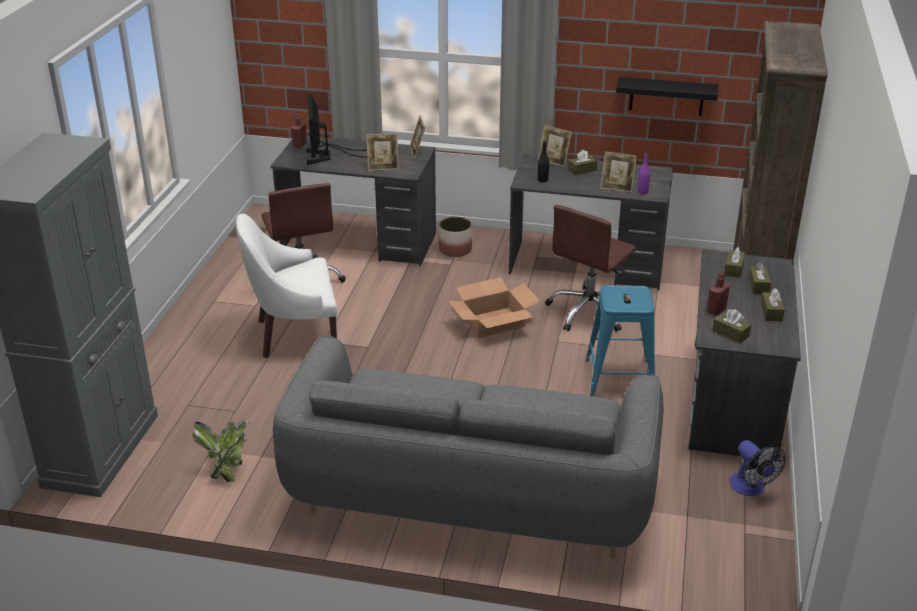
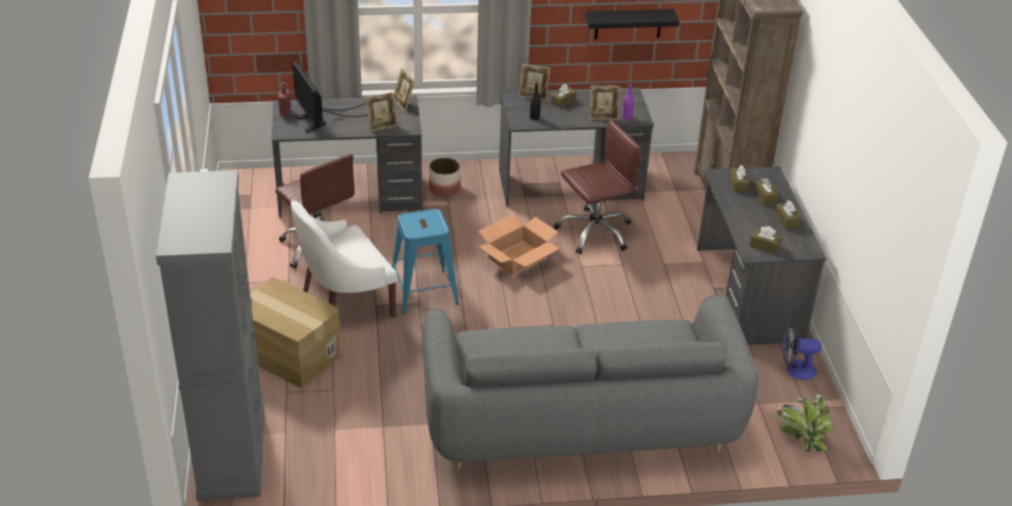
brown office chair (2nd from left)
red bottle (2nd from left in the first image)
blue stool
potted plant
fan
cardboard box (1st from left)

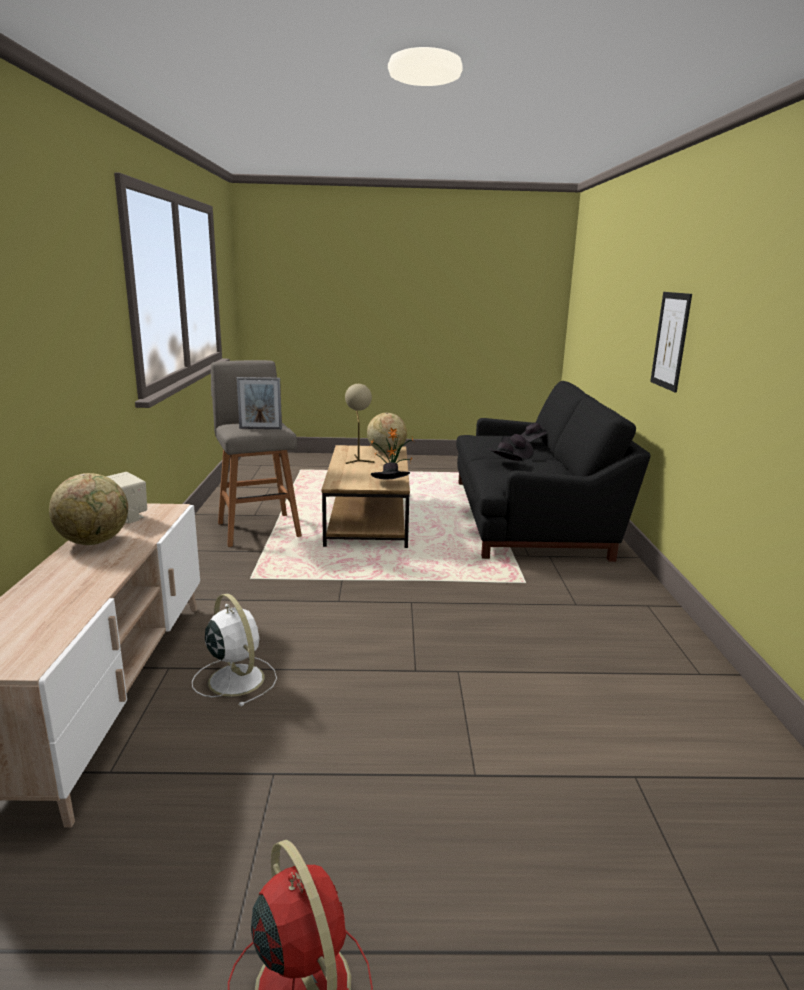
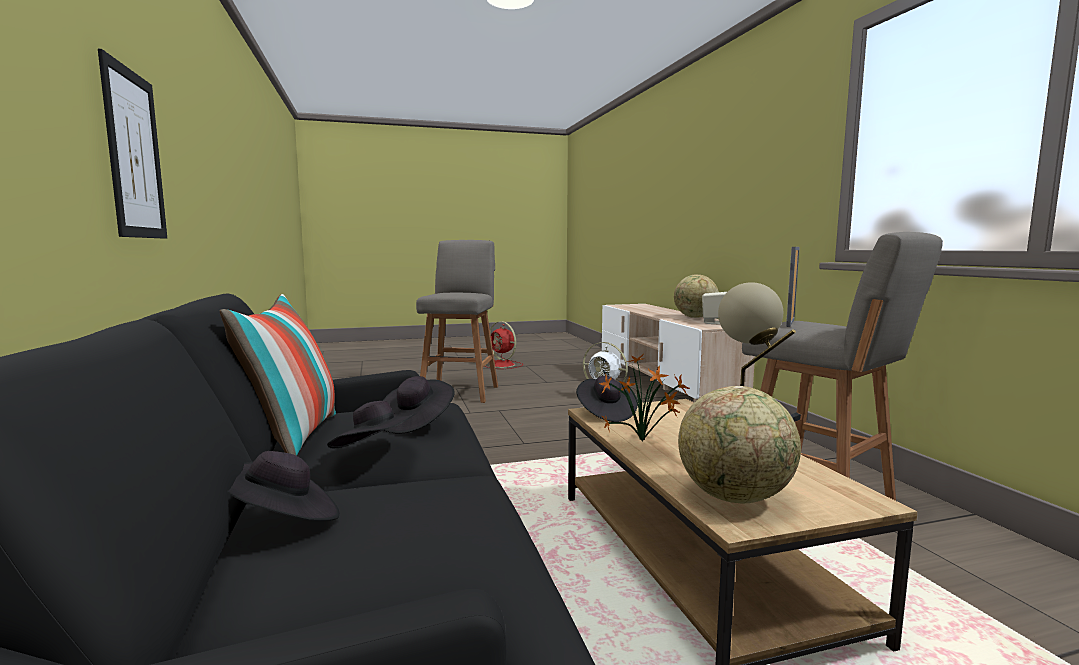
picture frame
grey stool (1st from left)
pillow

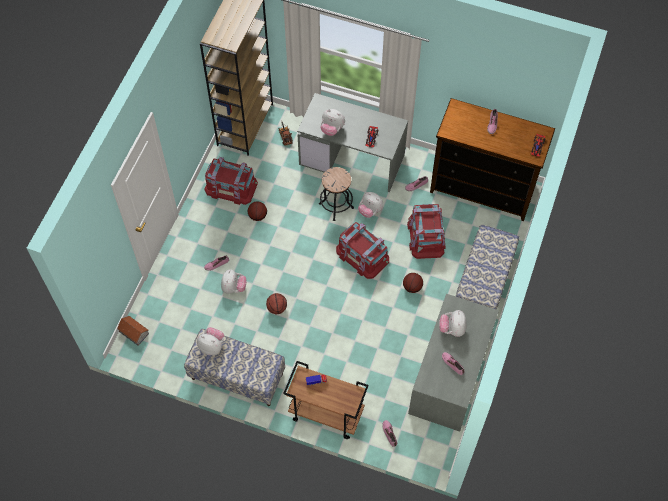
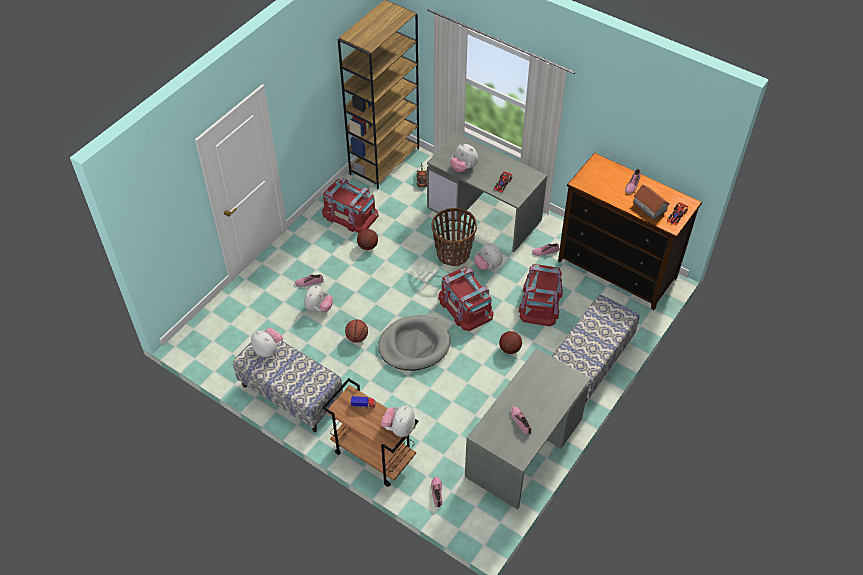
basket
plush toy (3rd from left)
toy house
grey dog bed

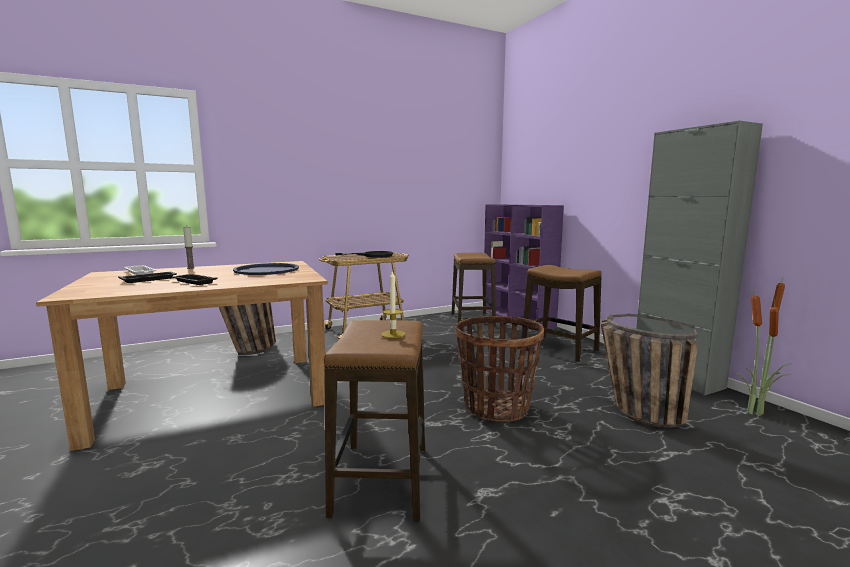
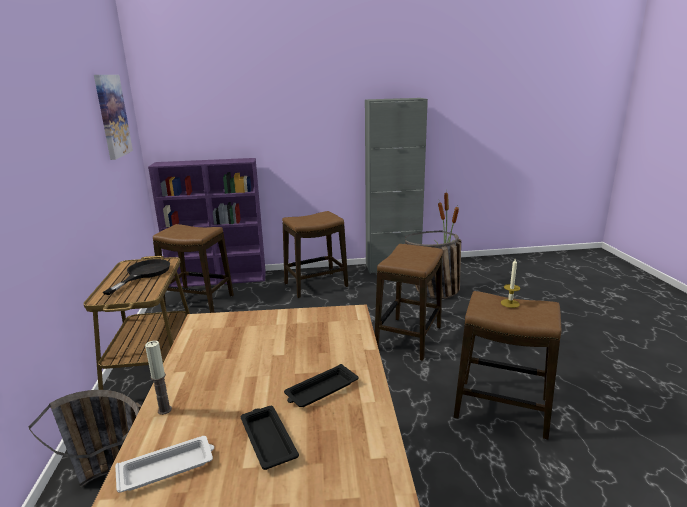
blue tray
stool (3rd from left)
picture

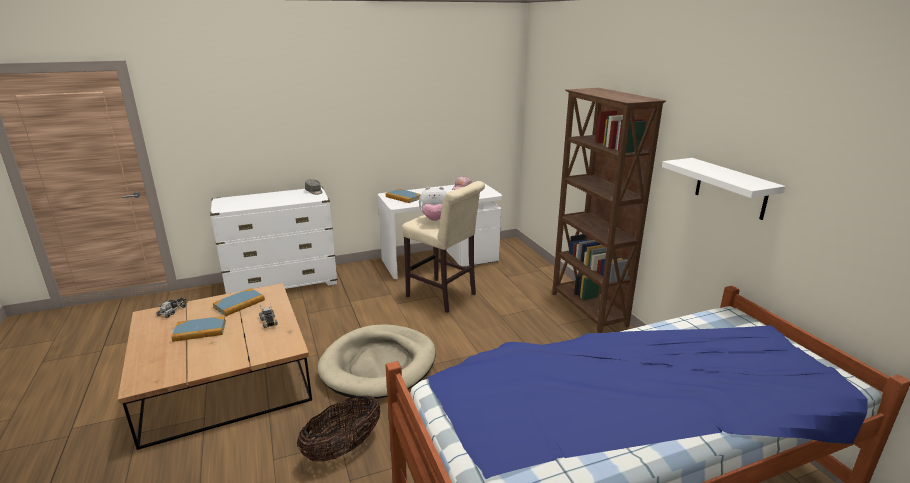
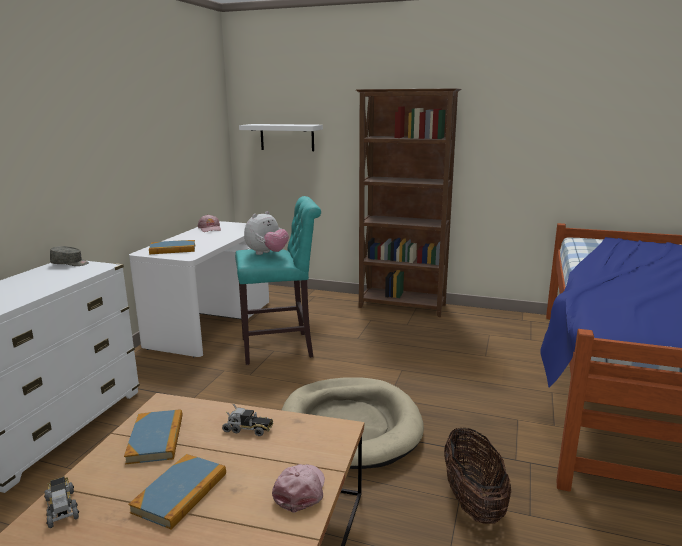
white shelf
turquoise stool
pink cap (2nd from left)

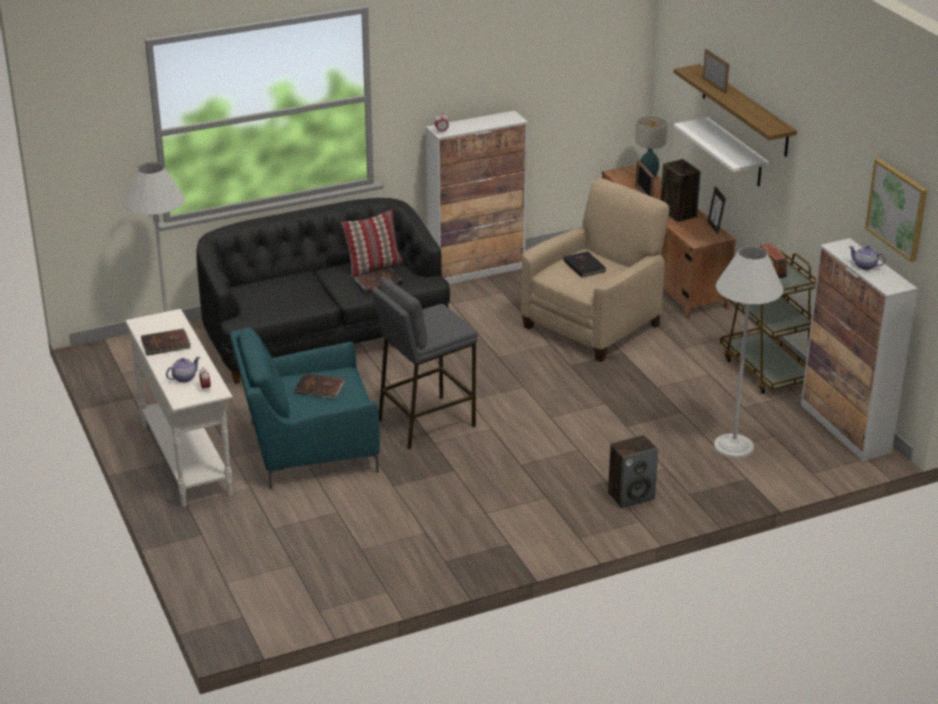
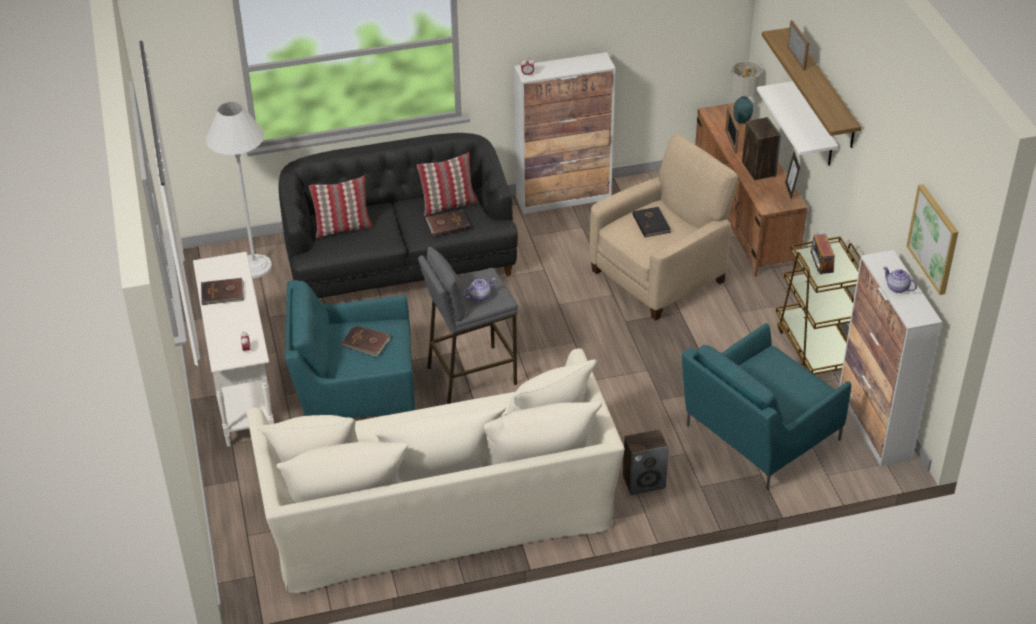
turquoise armchair (2nd from left)
teapot (1st from left)
pillow (1st from left)
beige sofa

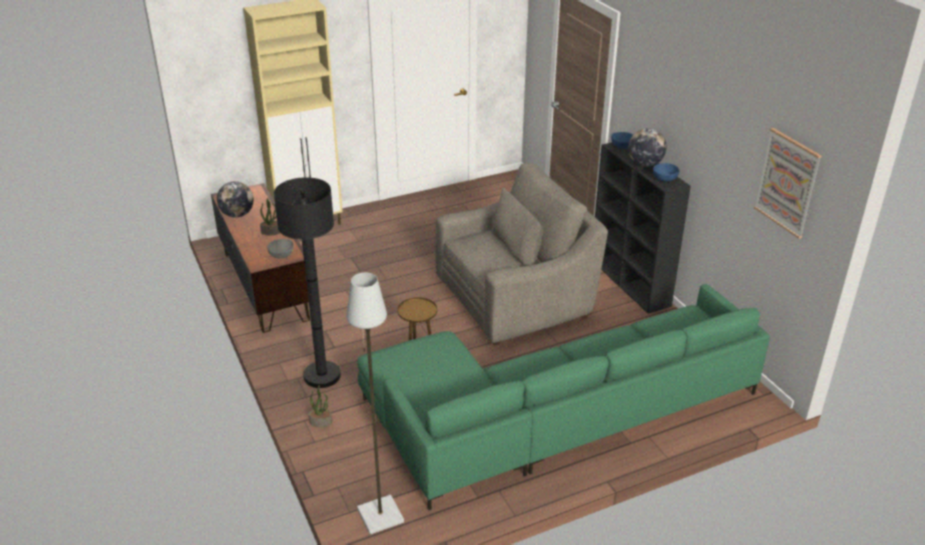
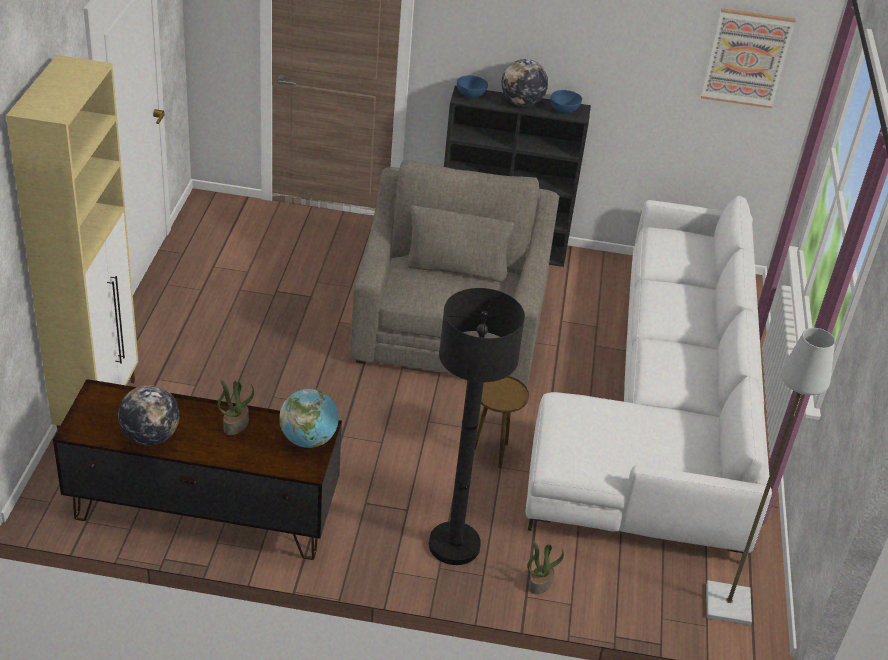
globe (2nd from left)
white sofa

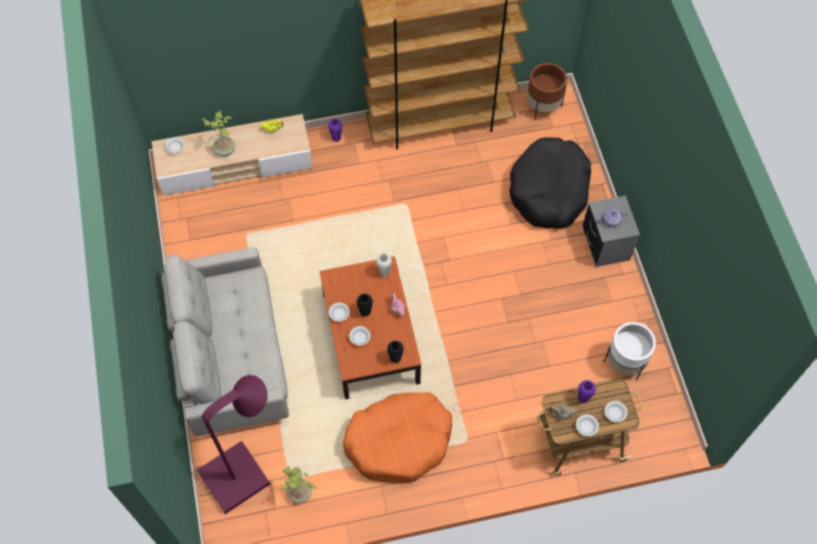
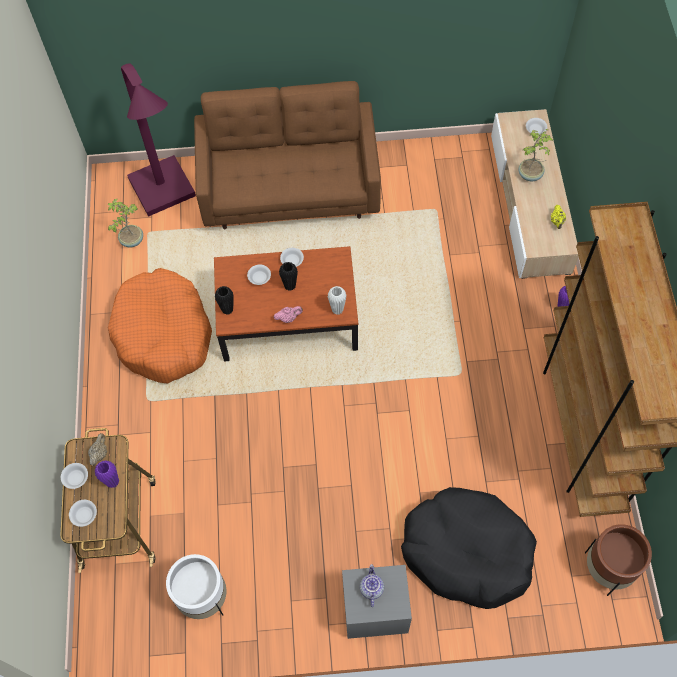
brown sofa

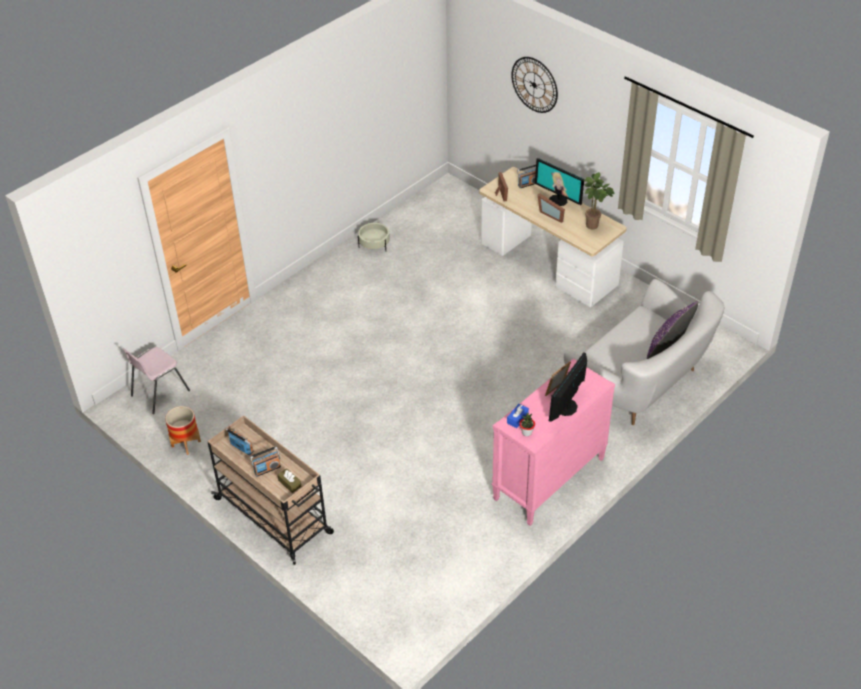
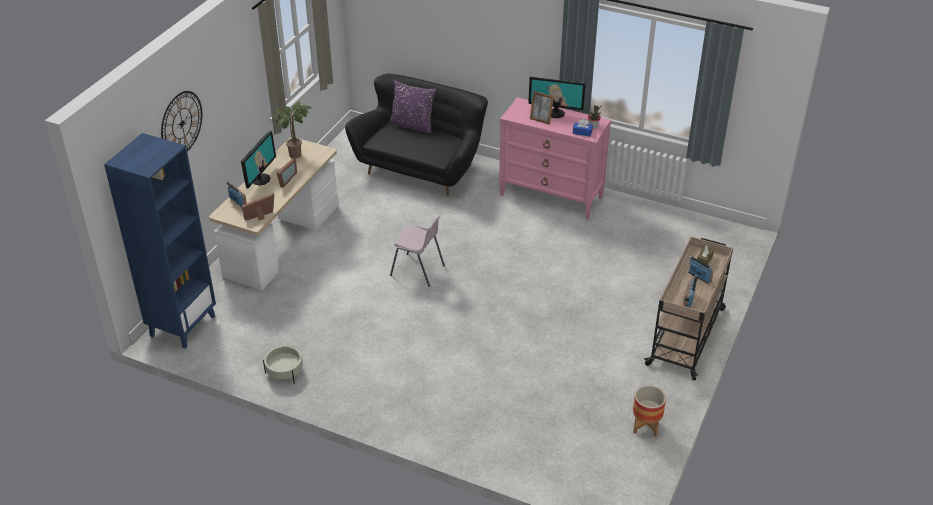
black sofa
pink chair
blue bookcase

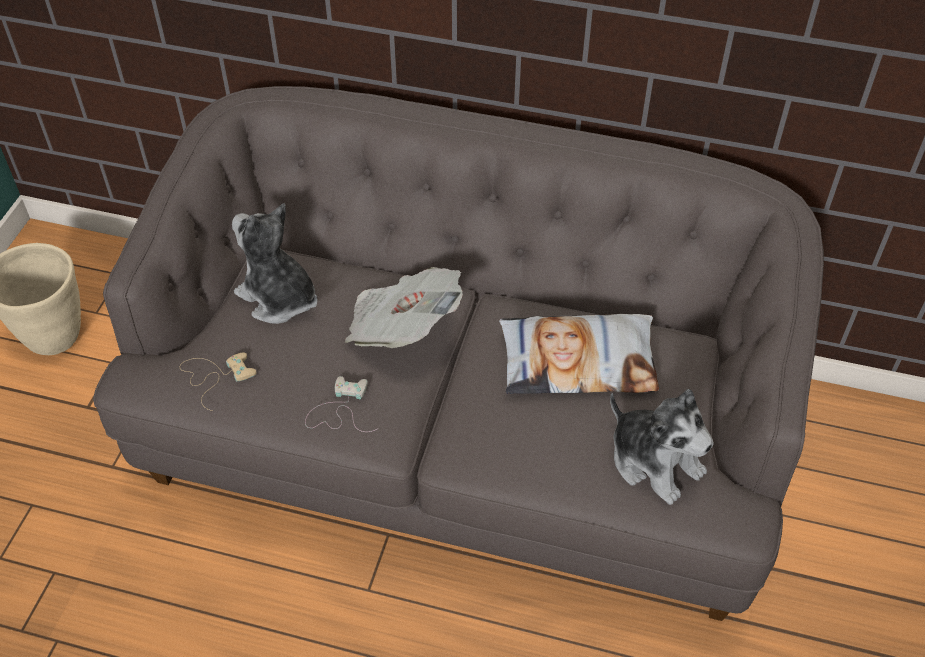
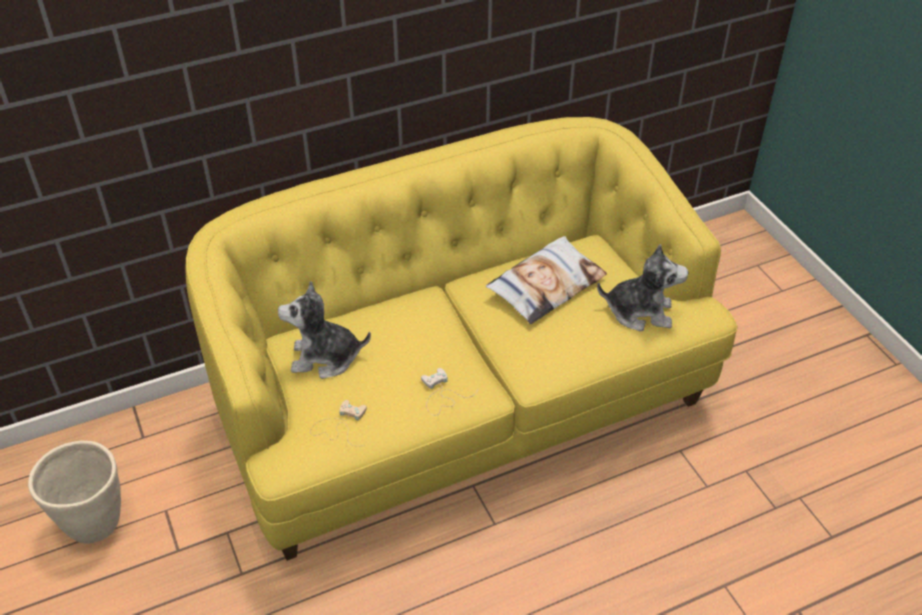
yellow sofa
newspaper

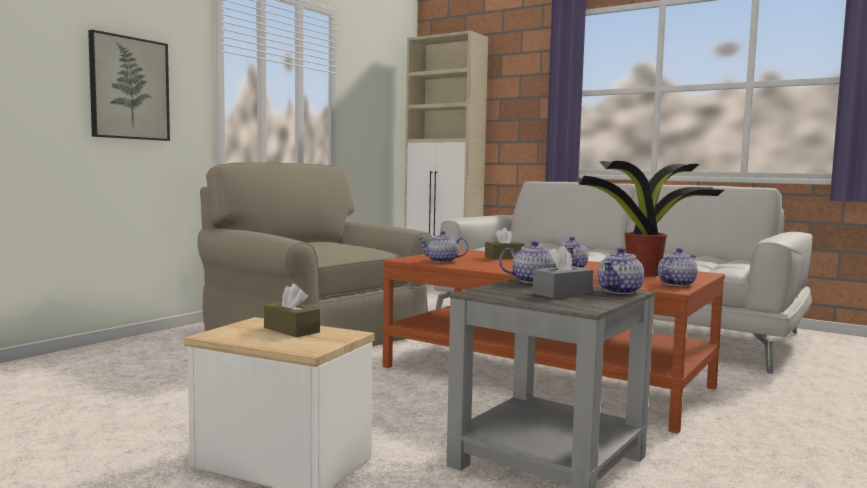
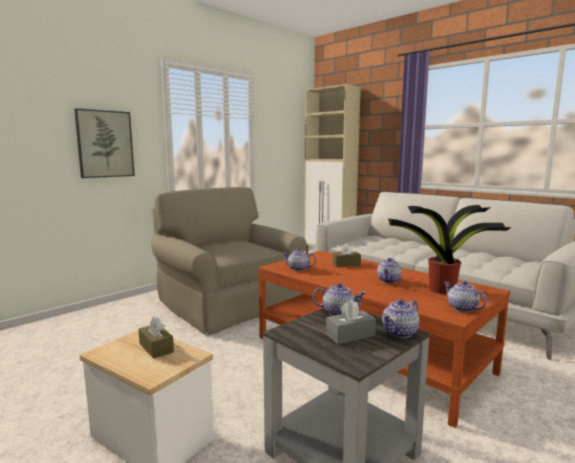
teapot (5th from left)

